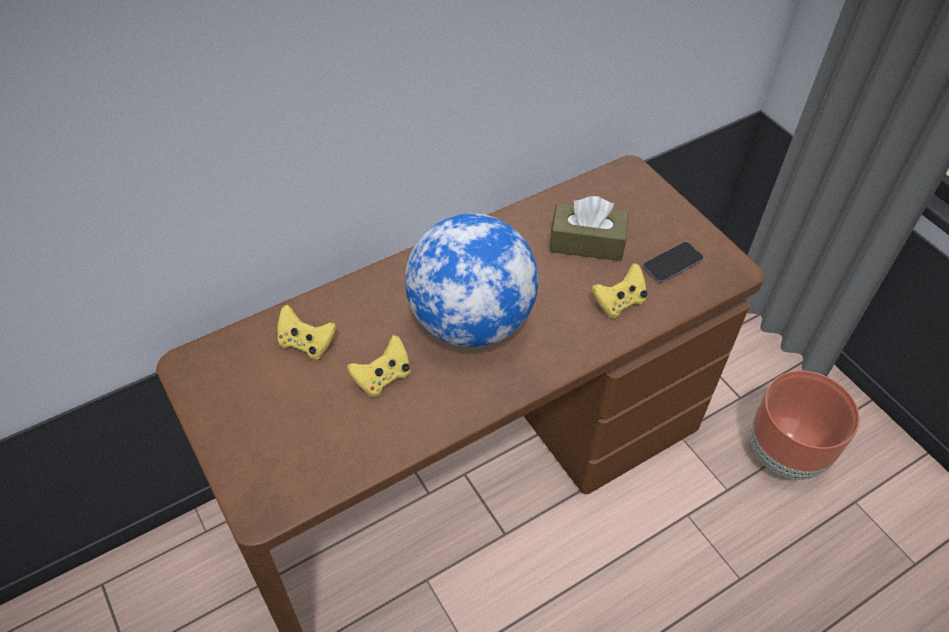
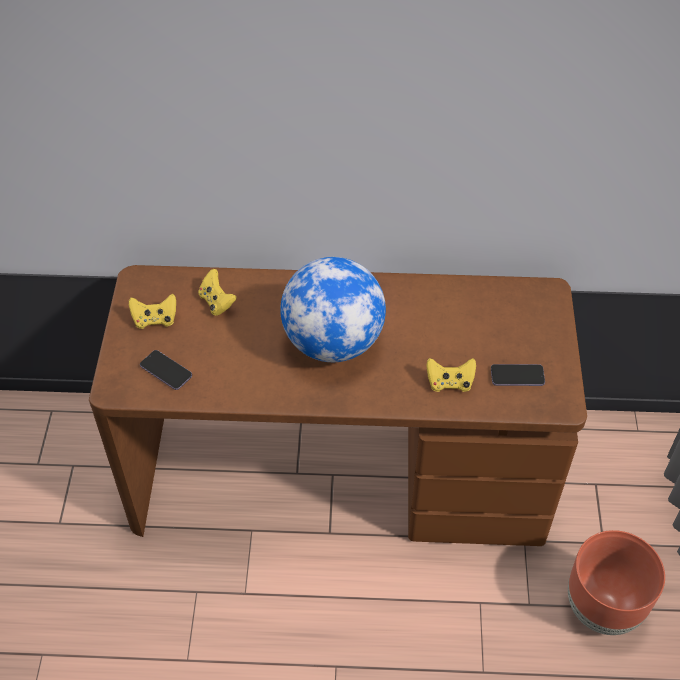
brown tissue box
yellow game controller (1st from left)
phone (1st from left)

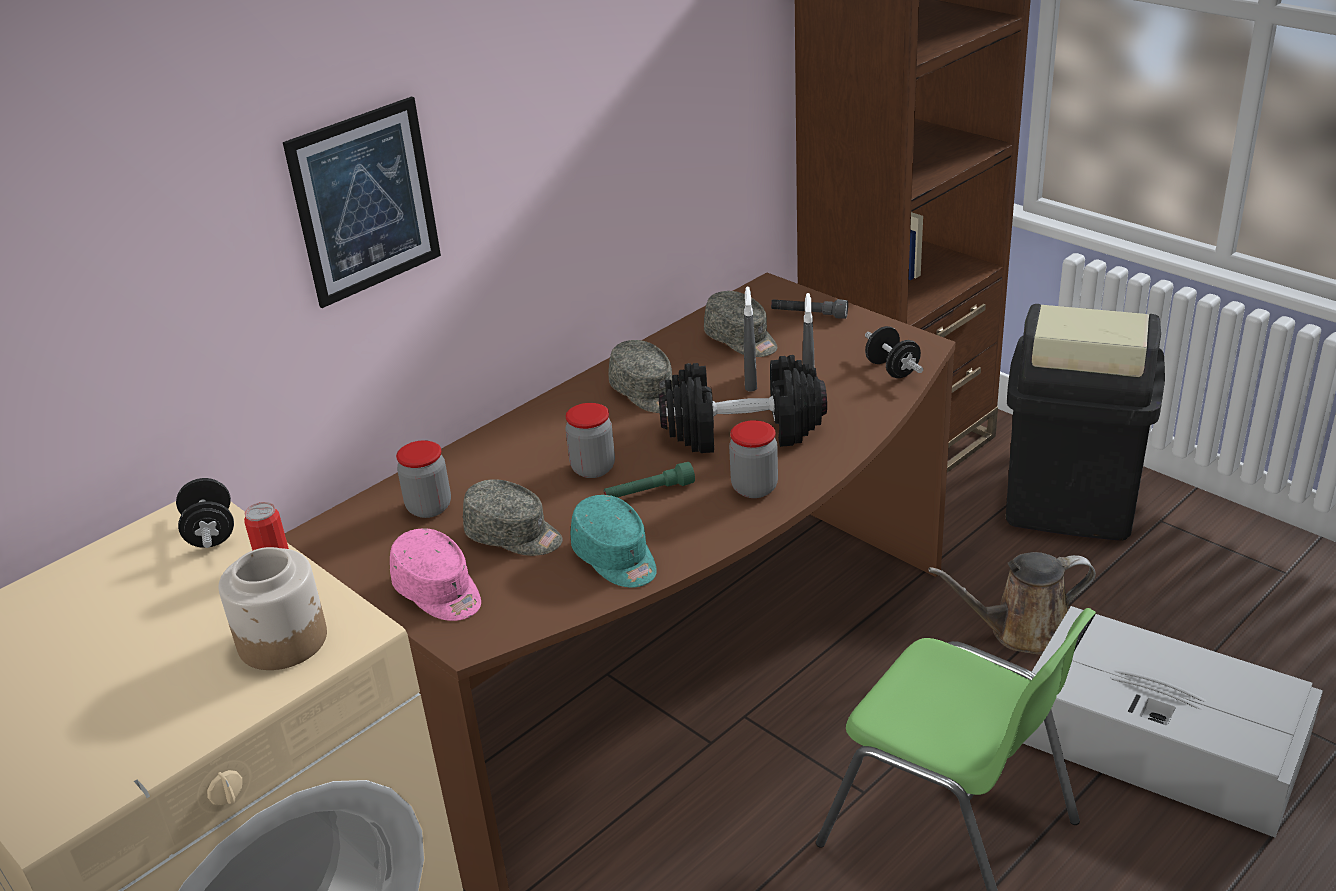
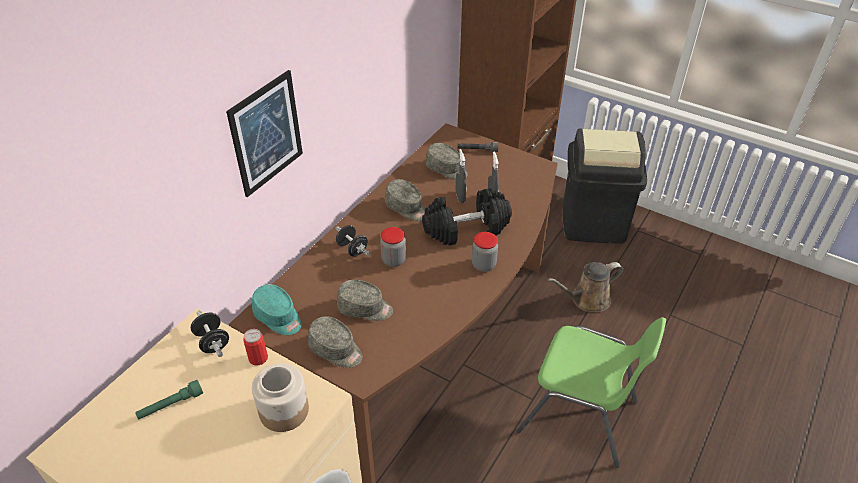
black dumbbell (2nd from left)
jar (2nd from left in the first image)
green flashlight
turquoise cap
grey cap (1st from left)
grey storage box

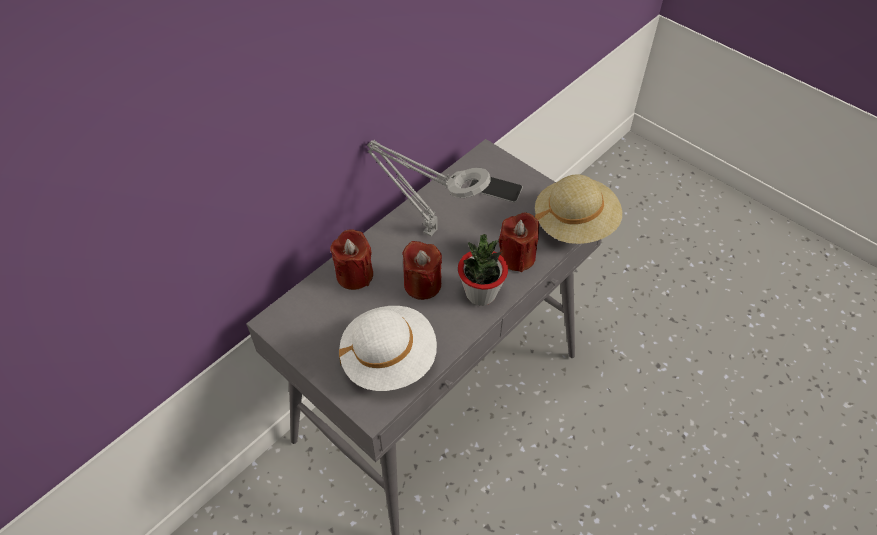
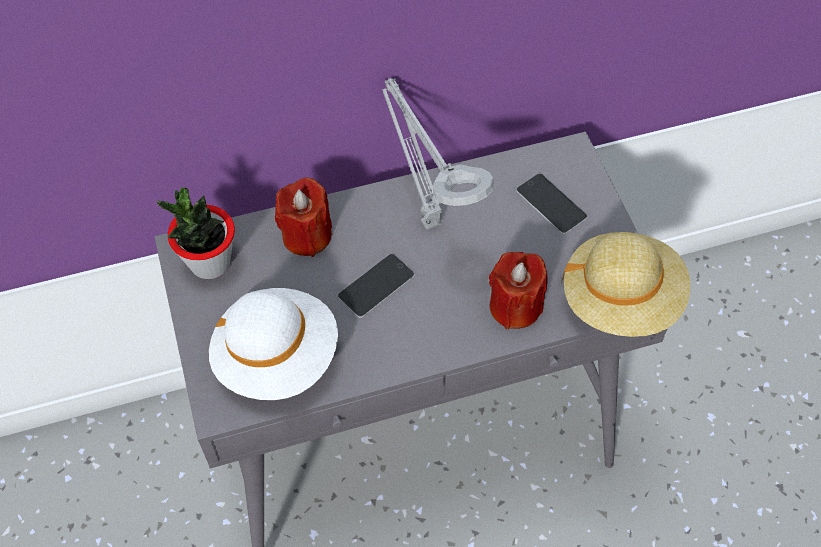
potted plant
phone (1st from left)

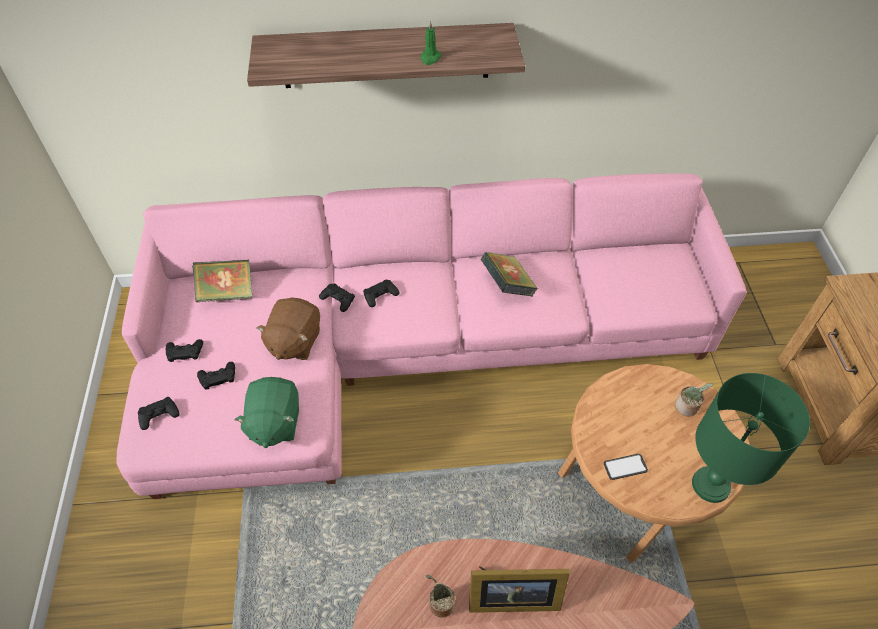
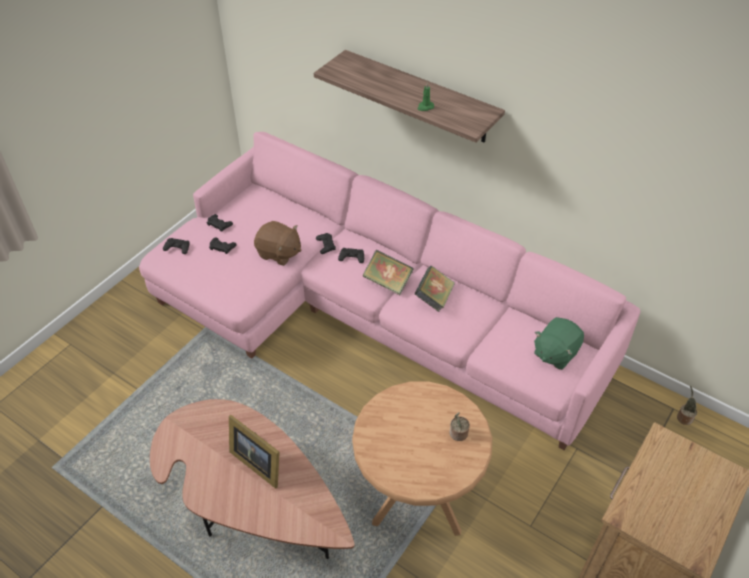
book (1st from left)
brown plush toy
green table lamp
green plush toy
phone
potted plant (2nd from left)

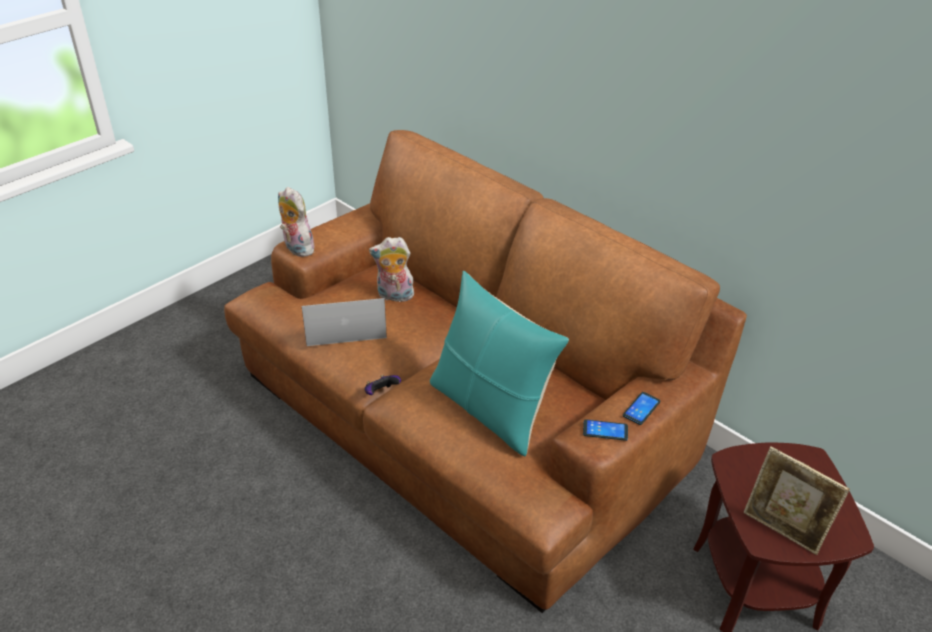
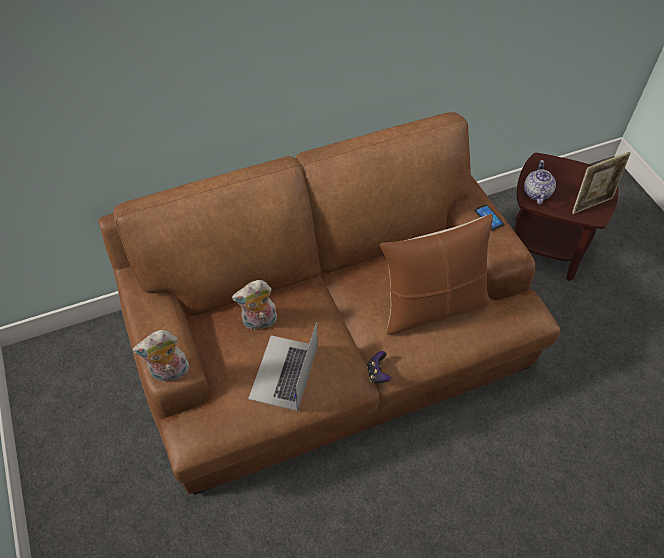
plush toy (2nd from left)
brown pillow
phone (1st from left in the first image)
teapot

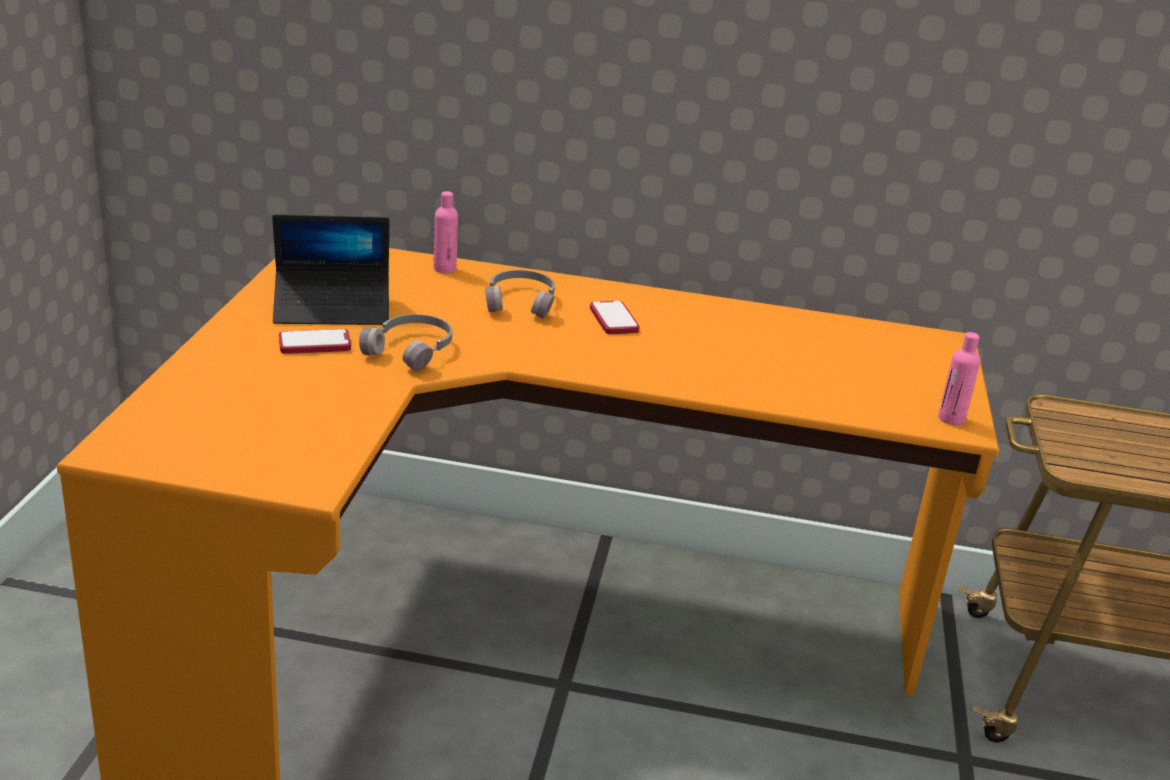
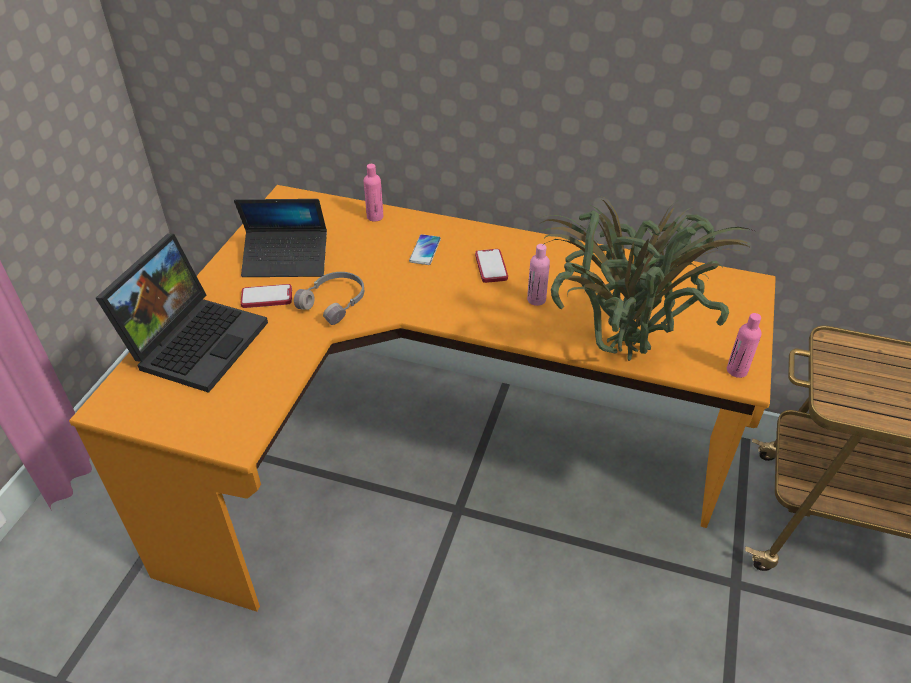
phone (2nd from left)
potted plant
laptop (1st from left)
pink bottle (2nd from left)

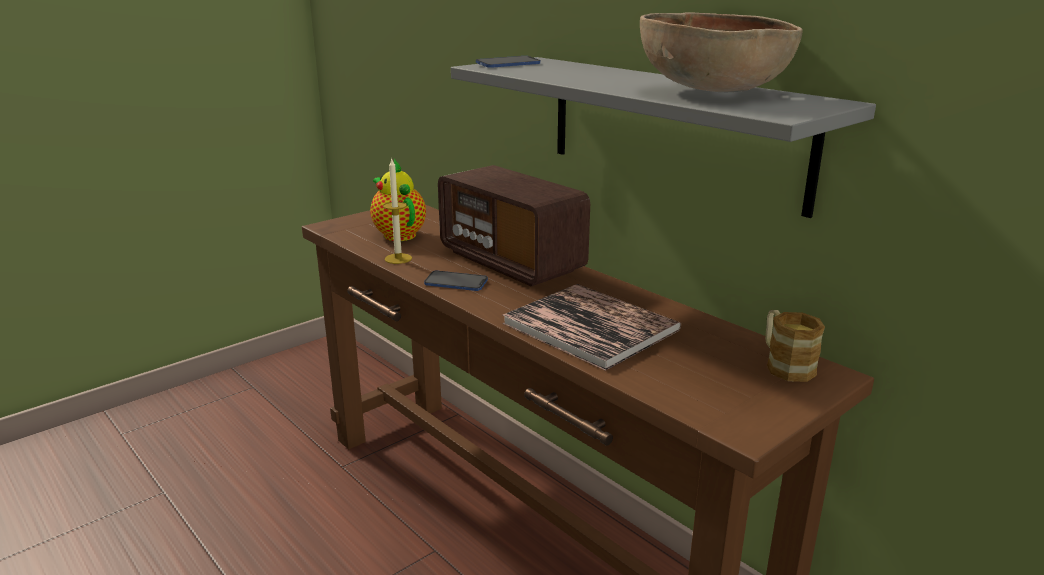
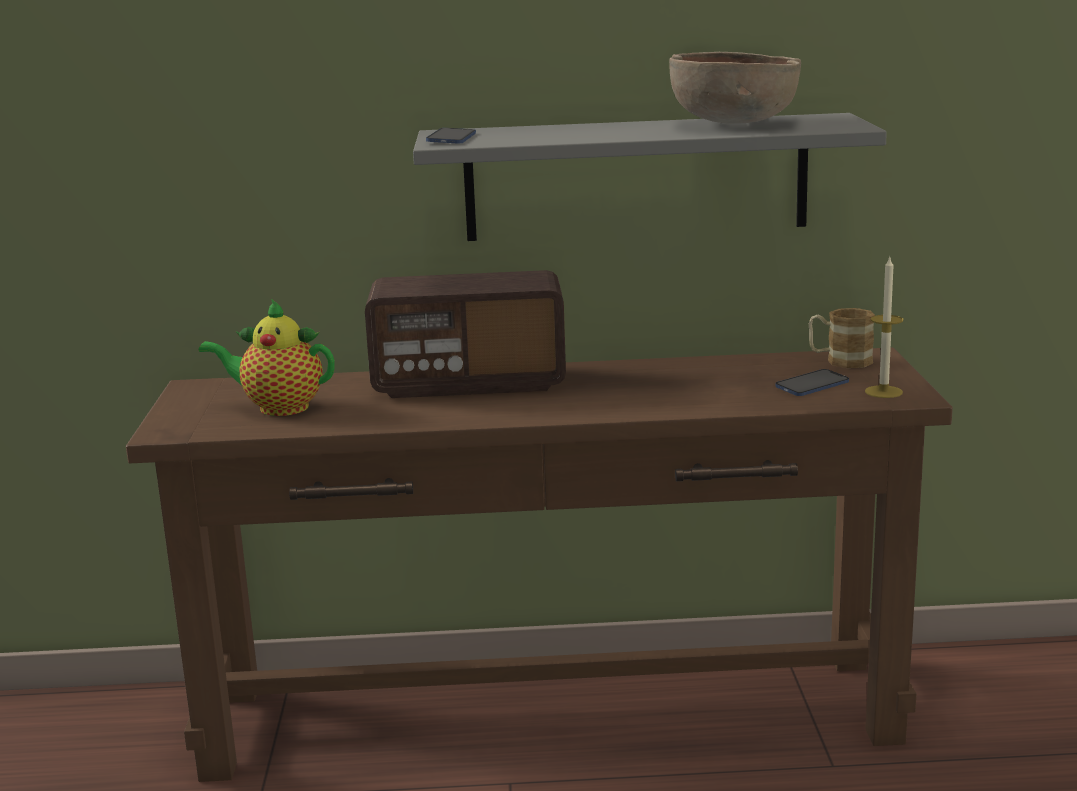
candle
phone (2nd from left)
book

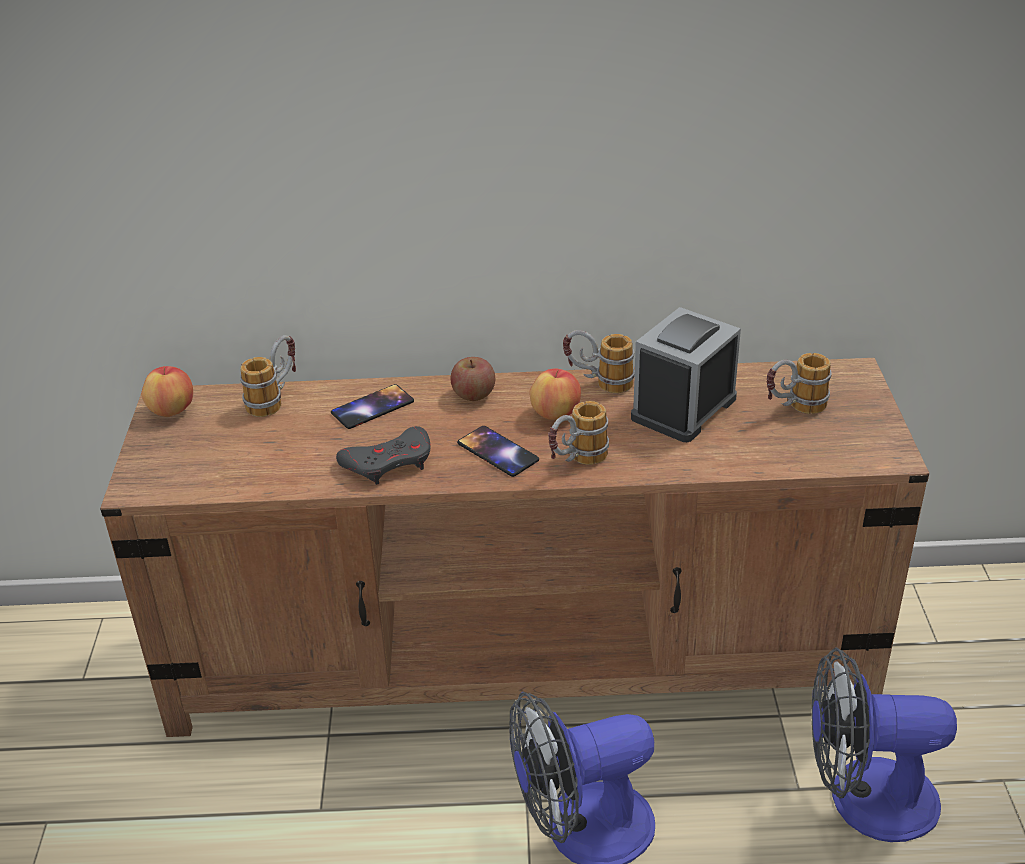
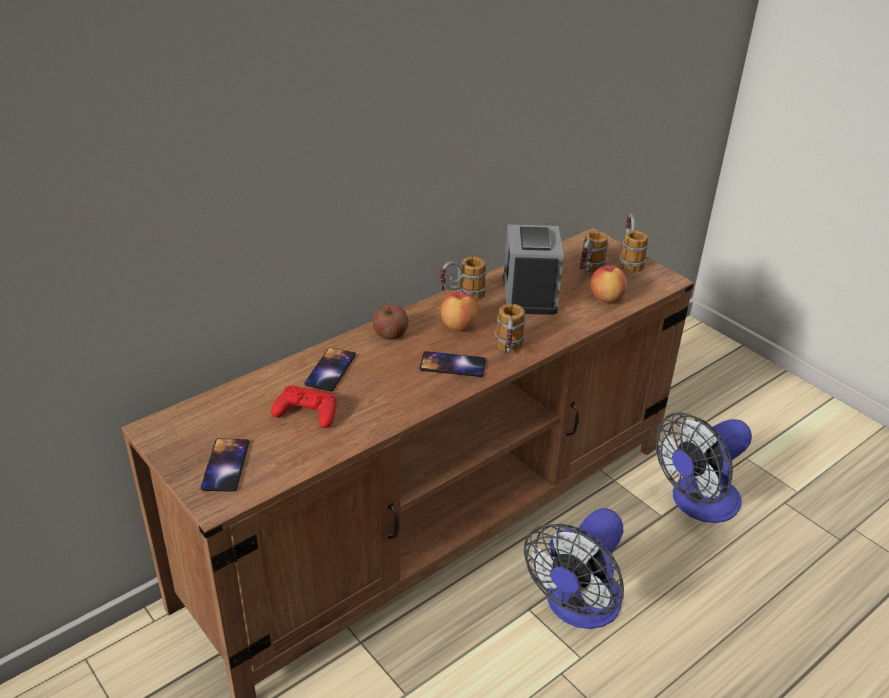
mug (4th from left)
apple (3rd from left)
grey game controller
red game controller
phone (1st from left)

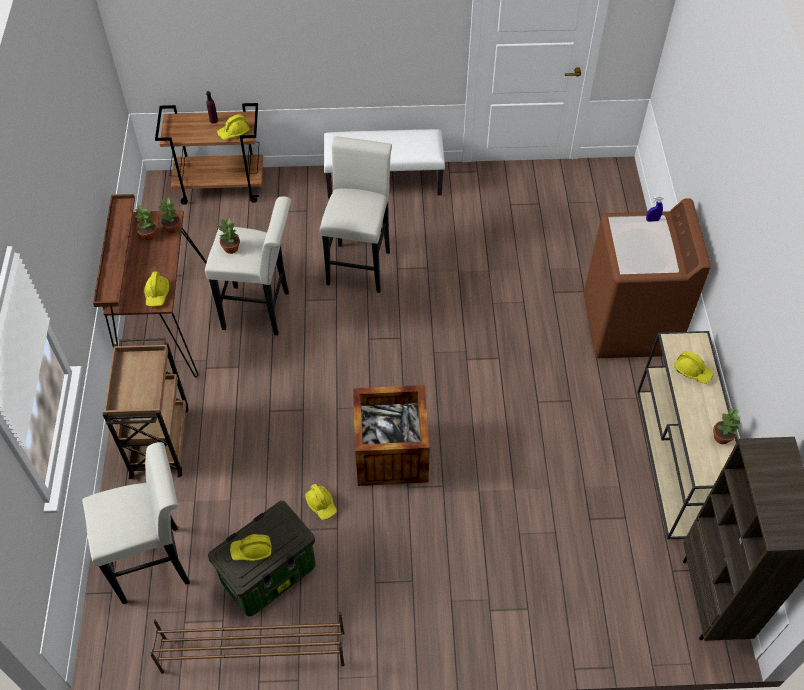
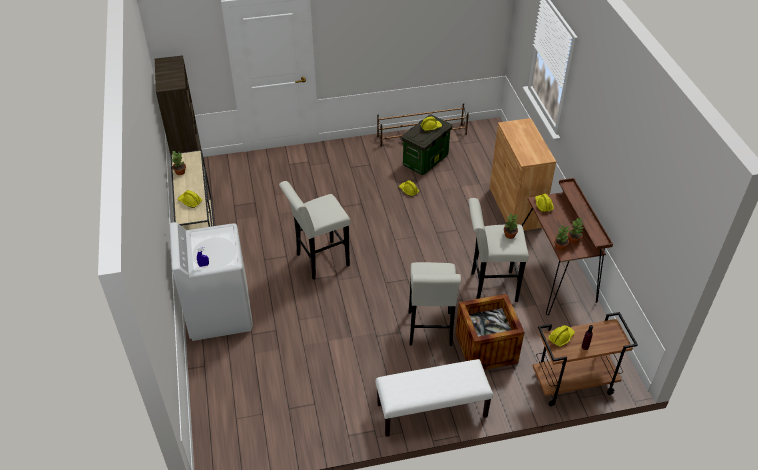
white washing machine
brown cabinet
crate
white stool (1st from left)

